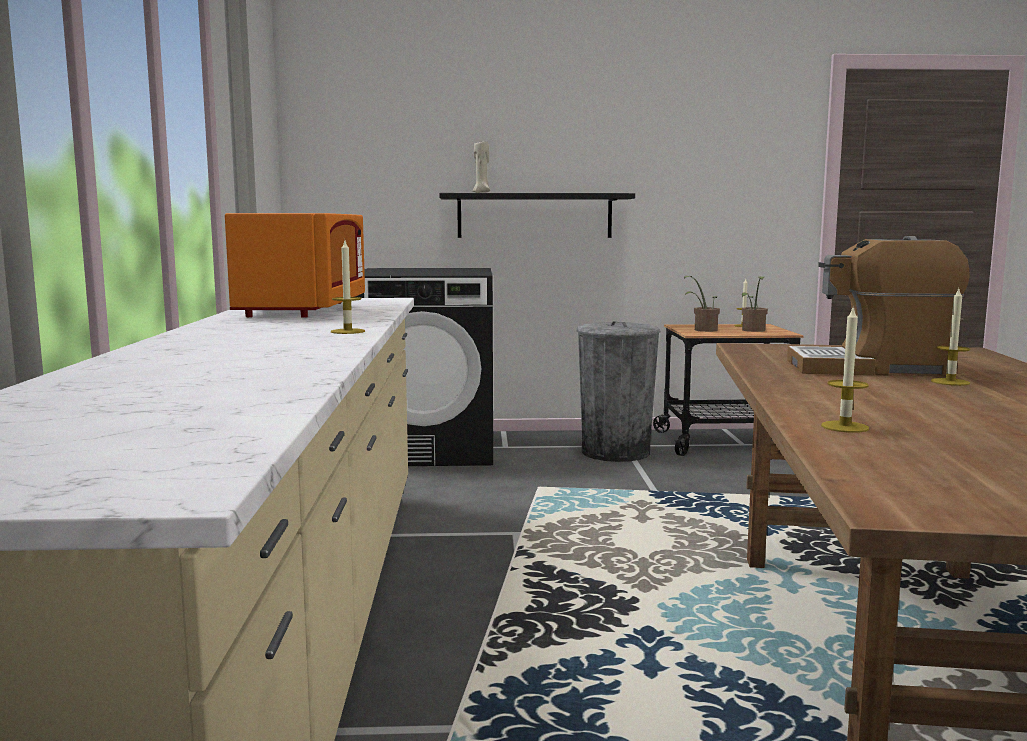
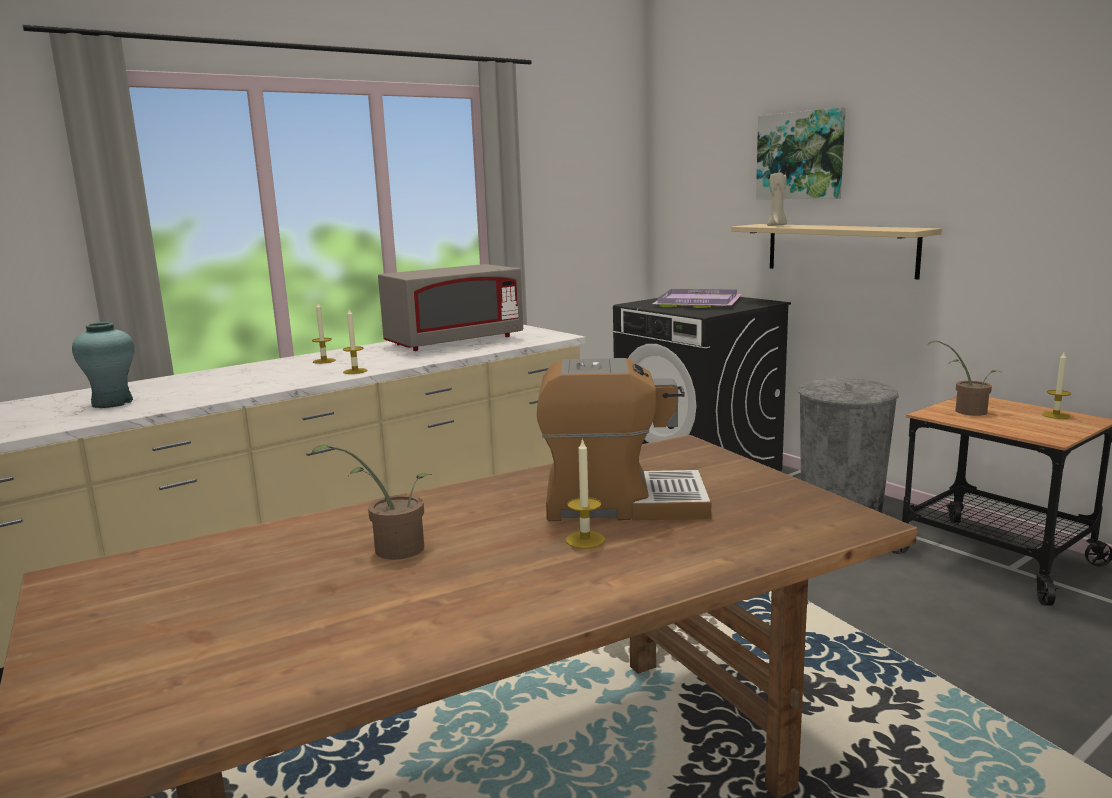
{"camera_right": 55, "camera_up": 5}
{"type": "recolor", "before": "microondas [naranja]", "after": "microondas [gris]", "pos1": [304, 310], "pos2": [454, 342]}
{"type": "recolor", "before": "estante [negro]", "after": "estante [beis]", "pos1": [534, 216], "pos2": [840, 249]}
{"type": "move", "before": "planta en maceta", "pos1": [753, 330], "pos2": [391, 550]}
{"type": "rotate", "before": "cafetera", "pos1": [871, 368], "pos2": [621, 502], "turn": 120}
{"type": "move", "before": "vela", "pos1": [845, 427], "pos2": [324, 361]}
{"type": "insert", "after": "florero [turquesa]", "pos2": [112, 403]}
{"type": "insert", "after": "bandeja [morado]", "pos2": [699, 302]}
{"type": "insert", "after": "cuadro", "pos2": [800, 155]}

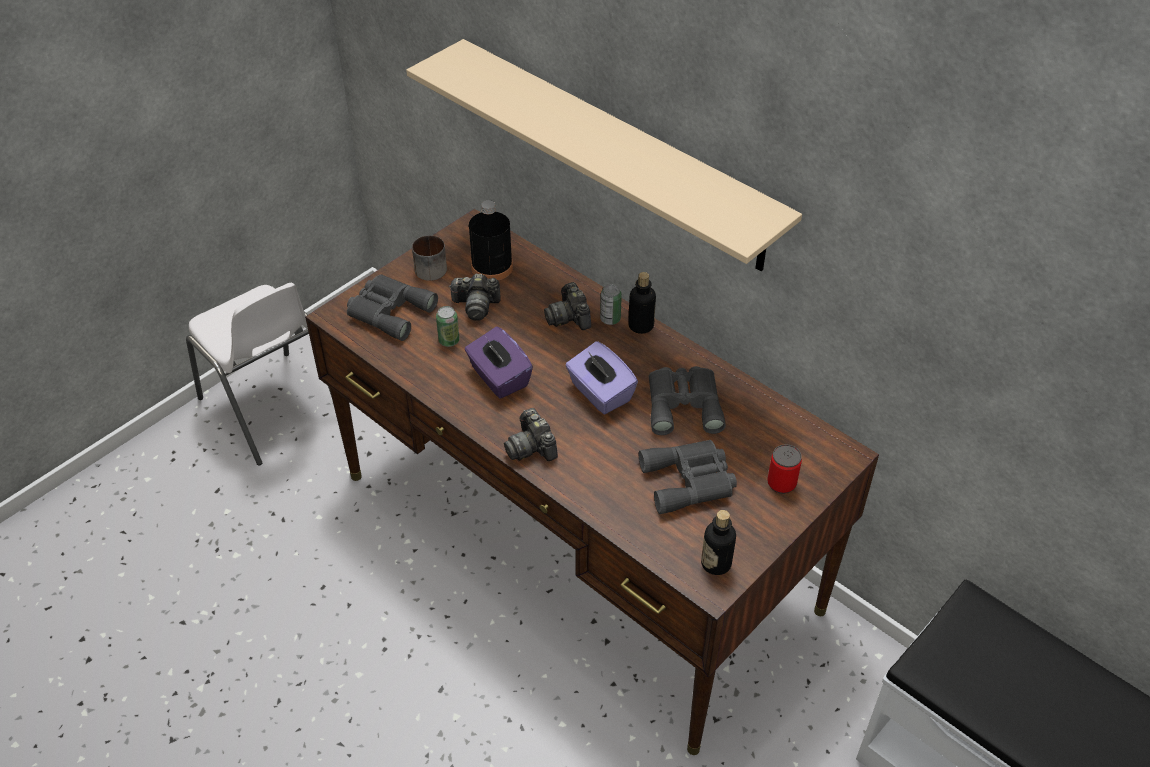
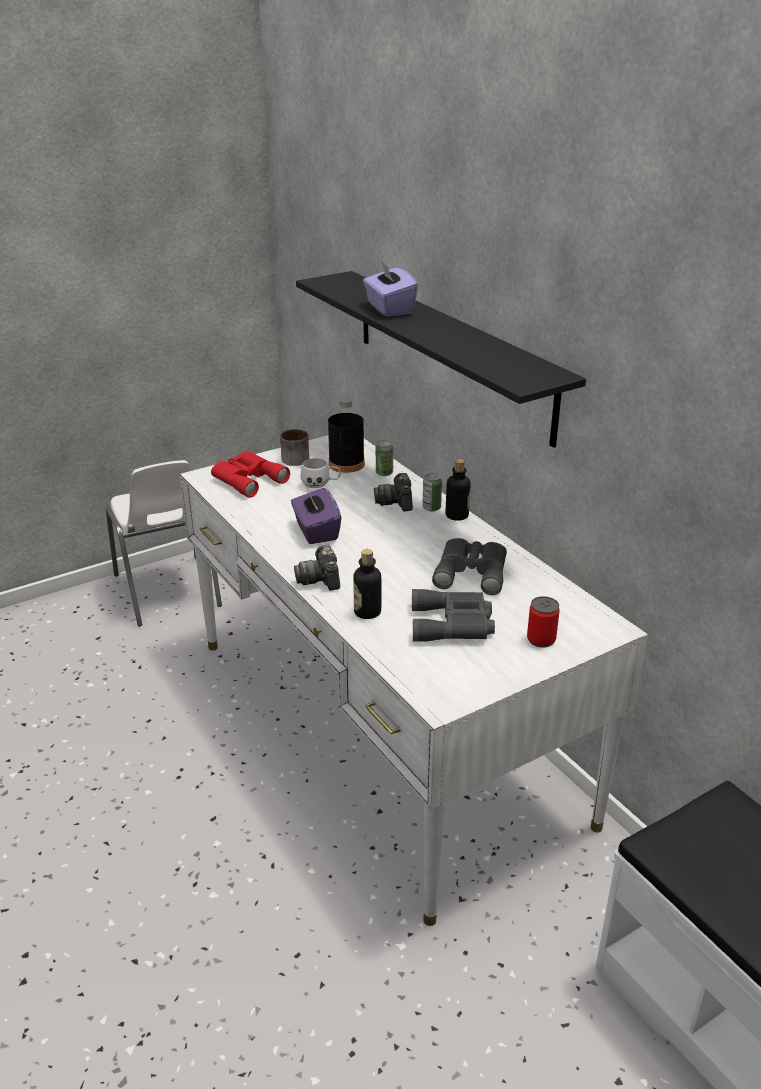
{"camera_right": 15, "camera_up": -15}
{"type": "recolor", "before": "escritorio [marrón]", "after": "escritorio [blanco]", "pos1": [577, 540], "pos2": [382, 727]}
{"type": "recolor", "before": "prismáticos [gris]", "after": "prismáticos [rojo]", "pos1": [388, 311], "pos2": [247, 479]}
{"type": "recolor", "before": "estante [beis]", "after": "estante [negro]", "pos1": [617, 154], "pos2": [450, 353]}
{"type": "move", "before": "lata", "pos1": [449, 341], "pos2": [384, 473]}
{"type": "replace", "before": "cámara", "after": "taza grande [blanco]", "pos1": [476, 306], "pos2": [321, 485]}
{"type": "move", "before": "caja de pañuelos [morado]", "pos1": [600, 393], "pos2": [389, 309]}
{"type": "move", "before": "botella", "pos1": [716, 563], "pos2": [367, 612]}

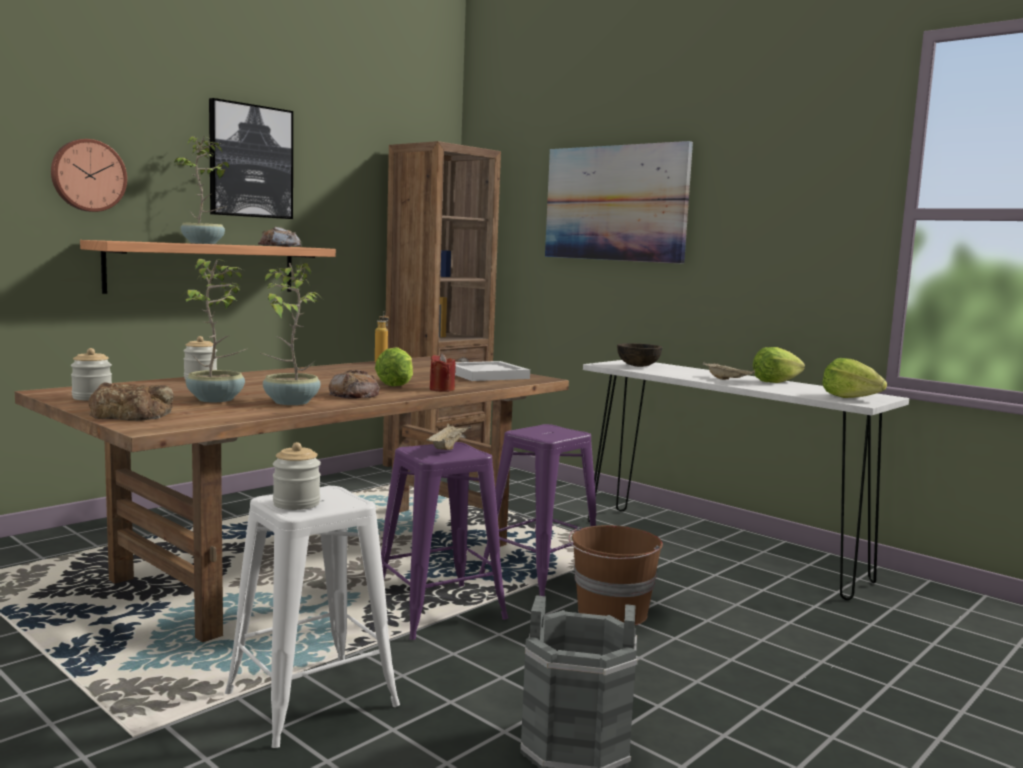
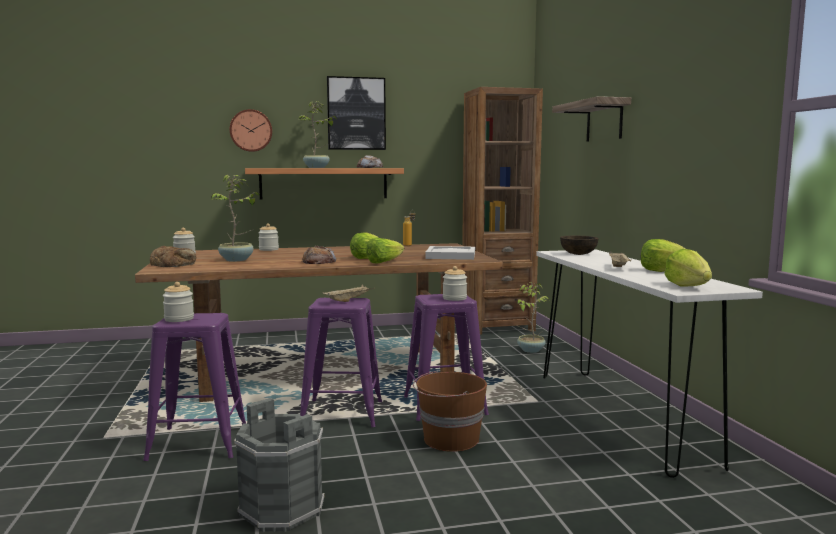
{"camera_right": 35, "camera_up": 0}
{"type": "recolor", "before": "taburete [blanco]", "after": "taburete [morado]", "pos1": [311, 700], "pos2": [198, 443]}
{"type": "move", "before": "planta en maceta", "pos1": [290, 402], "pos2": [530, 350]}
{"type": "replace", "before": "vela [rojo]", "after": "lechuga", "pos1": [442, 389], "pos2": [384, 262]}
{"type": "replace", "before": "cuadro", "after": "estante", "pos1": [615, 203], "pos2": [604, 121]}
{"type": "insert", "after": "tarro", "pos2": [454, 298]}

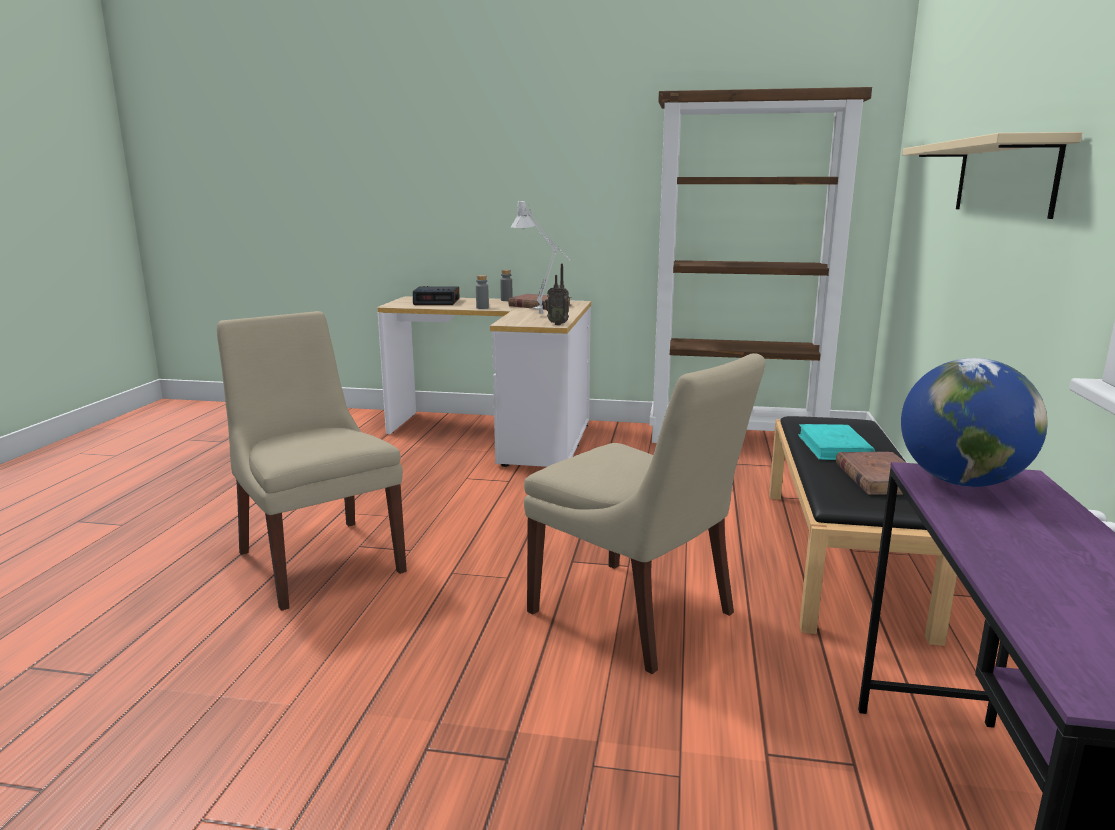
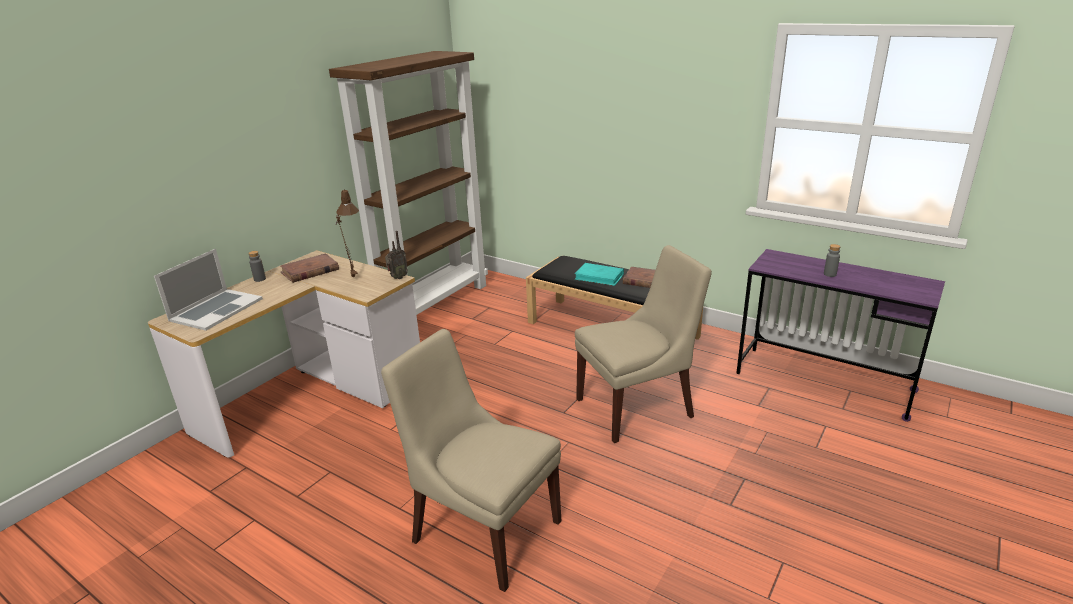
{"camera_right": -65, "camera_up": 10}
{"type": "rotate", "before": "silla [beis]", "pos1": [318, 559], "pos2": [483, 529], "turn": 45}
{"type": "replace", "before": "despertador", "after": "portátil", "pos1": [437, 302], "pos2": [216, 309]}
{"type": "move", "before": "botella [gris]", "pos1": [482, 308], "pos2": [830, 274]}
{"type": "recolor", "before": "lámpara de mesa [gris]", "after": "lámpara de mesa [marrón]", "pos1": [544, 314], "pos2": [352, 276]}
{"type": "delete", "before": "globo terráqueo", "pos1": [961, 482]}
{"type": "delete", "before": "estante [beis]", "pos1": [1003, 177]}

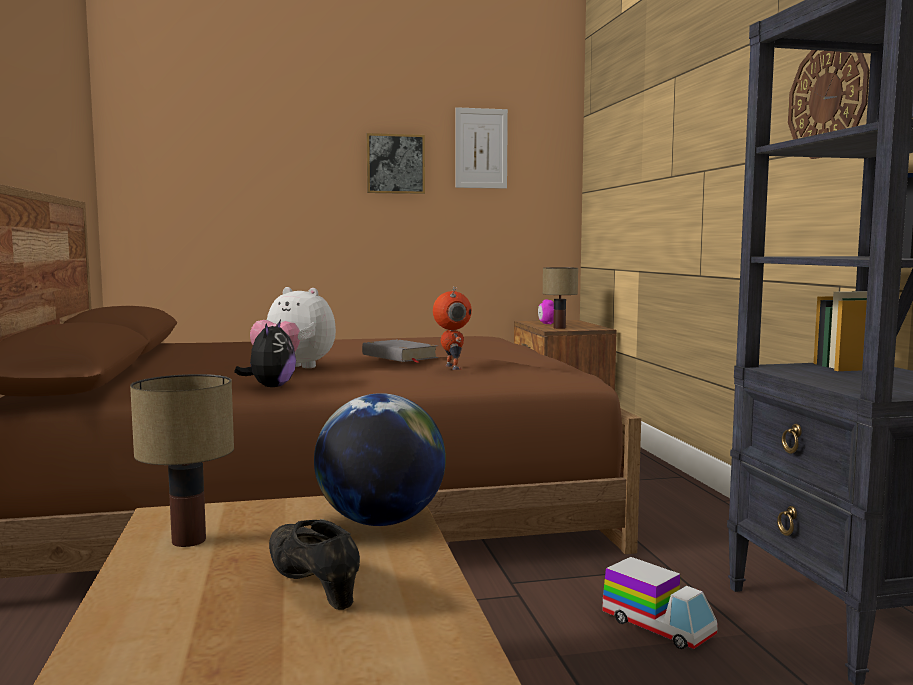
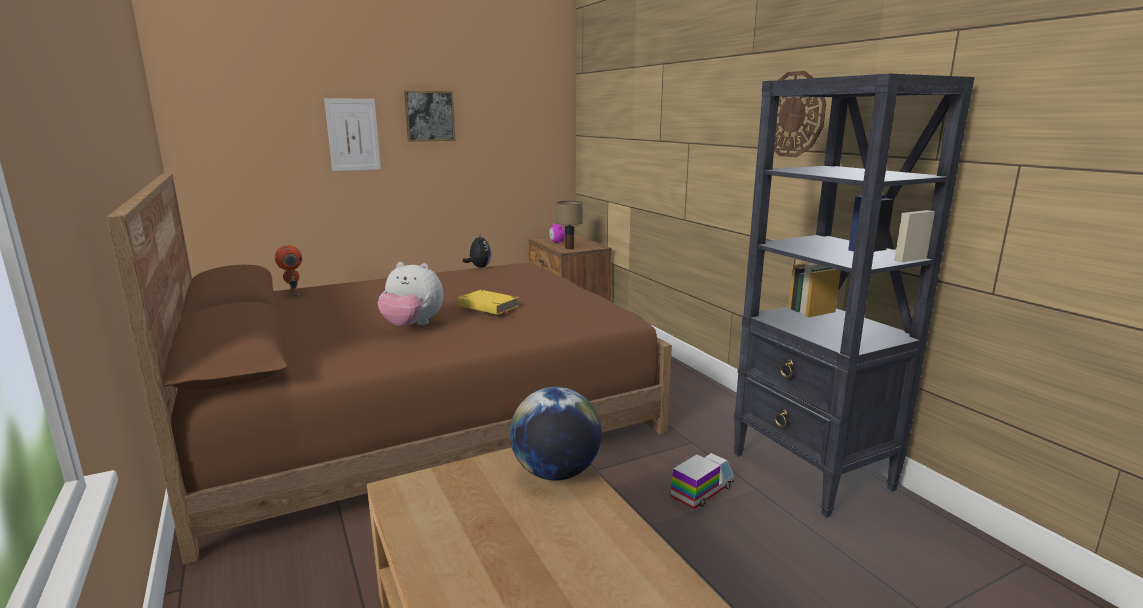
{"camera_right": -15, "camera_up": 10}
{"type": "delete", "before": "lámpara de mesa", "pos1": [189, 541]}
{"type": "move", "before": "peluche", "pos1": [270, 387], "pos2": [479, 267]}
{"type": "delete", "before": "zapato [negro]", "pos1": [313, 586]}
{"type": "recolor", "before": "libro [gris]", "after": "libro [amarillo]", "pos1": [399, 356], "pos2": [488, 306]}
{"type": "move", "before": "robot de juguete", "pos1": [451, 367], "pos2": [293, 293]}
{"type": "move", "before": "cuadro", "pos1": [481, 148], "pos2": [353, 135]}
{"type": "rotate", "before": "camión de juguete", "pos1": [657, 626], "pos2": [702, 492], "turn": -75}

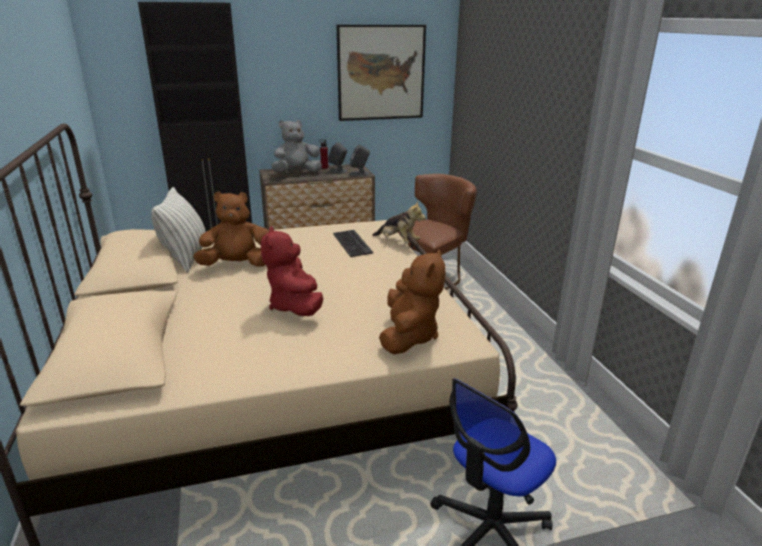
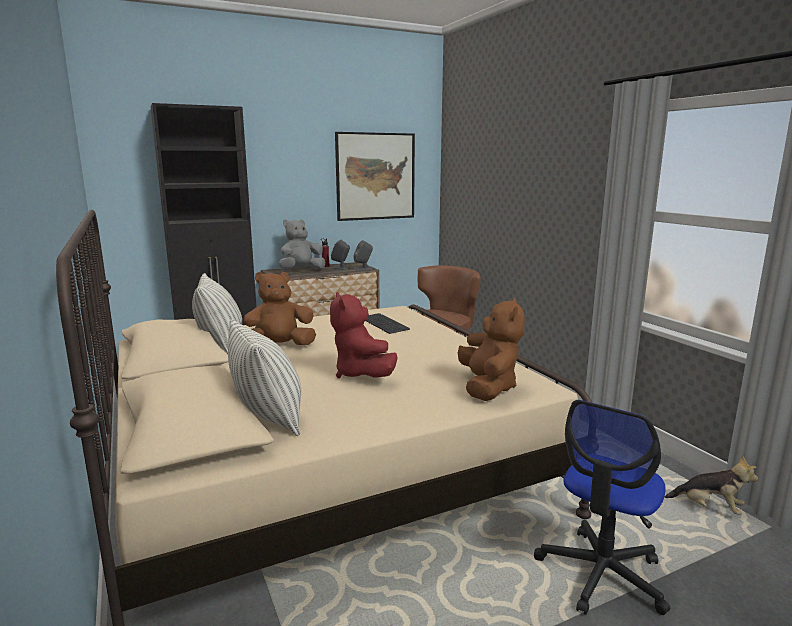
{"camera_right": -10, "camera_up": -10}
{"type": "move", "before": "peluche", "pos1": [398, 242], "pos2": [709, 508]}
{"type": "insert", "after": "cojín", "pos2": [268, 418]}

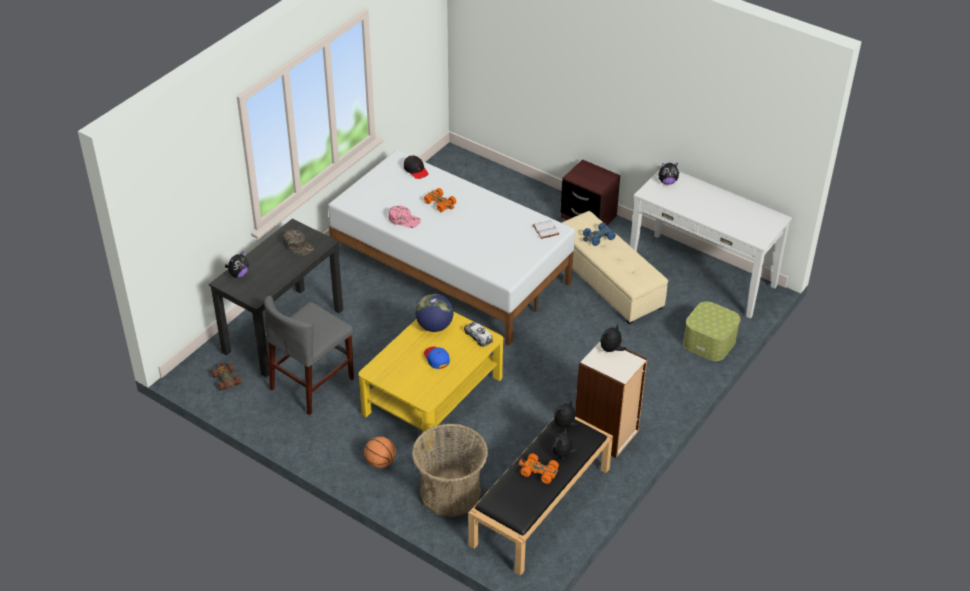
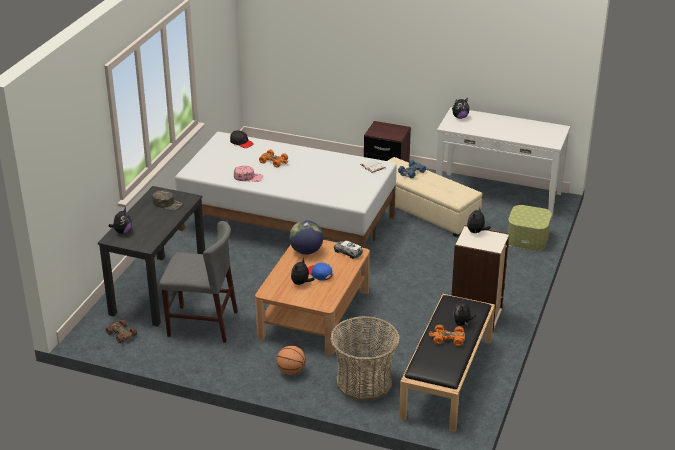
{"camera_right": -15, "camera_up": -10}
{"type": "rotate", "before": "silla [gris]", "pos1": [312, 383], "pos2": [202, 324], "turn": -105}
{"type": "recolor", "before": "mesa de centro [amarillo]", "after": "mesa de centro [marrón]", "pos1": [433, 395], "pos2": [314, 314]}
{"type": "move", "before": "peluche", "pos1": [565, 425], "pos2": [301, 283]}

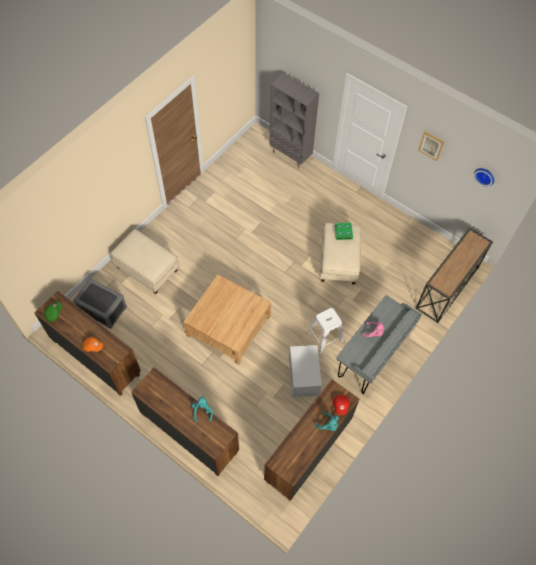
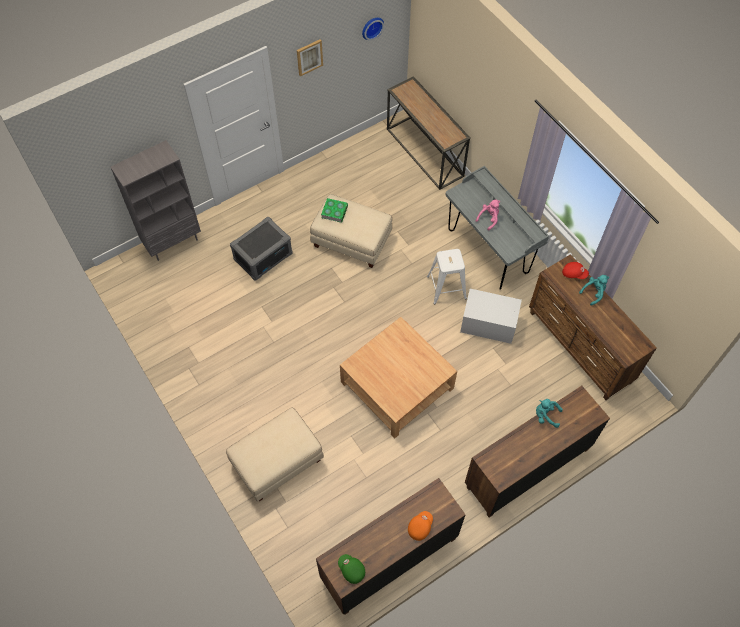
{"camera_right": -70, "camera_up": 0}
{"type": "move", "before": "caja de almacenaje [gris]", "pos1": [103, 309], "pos2": [263, 256]}

